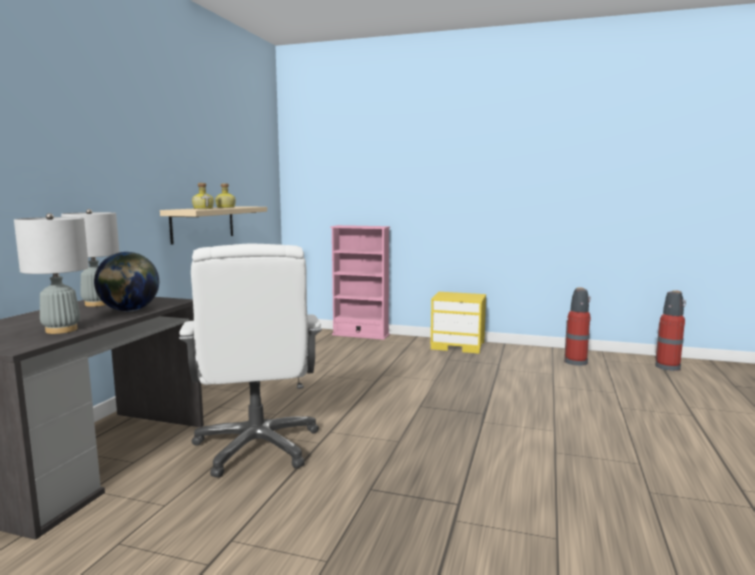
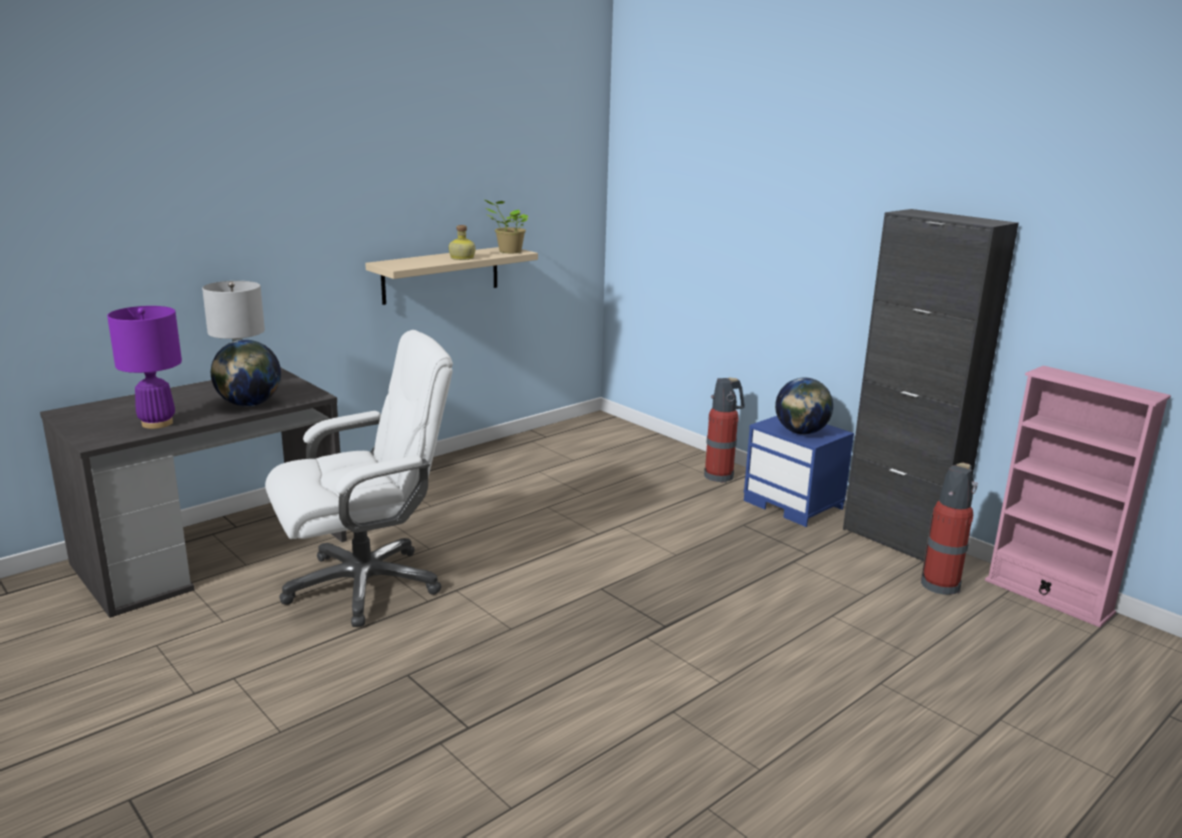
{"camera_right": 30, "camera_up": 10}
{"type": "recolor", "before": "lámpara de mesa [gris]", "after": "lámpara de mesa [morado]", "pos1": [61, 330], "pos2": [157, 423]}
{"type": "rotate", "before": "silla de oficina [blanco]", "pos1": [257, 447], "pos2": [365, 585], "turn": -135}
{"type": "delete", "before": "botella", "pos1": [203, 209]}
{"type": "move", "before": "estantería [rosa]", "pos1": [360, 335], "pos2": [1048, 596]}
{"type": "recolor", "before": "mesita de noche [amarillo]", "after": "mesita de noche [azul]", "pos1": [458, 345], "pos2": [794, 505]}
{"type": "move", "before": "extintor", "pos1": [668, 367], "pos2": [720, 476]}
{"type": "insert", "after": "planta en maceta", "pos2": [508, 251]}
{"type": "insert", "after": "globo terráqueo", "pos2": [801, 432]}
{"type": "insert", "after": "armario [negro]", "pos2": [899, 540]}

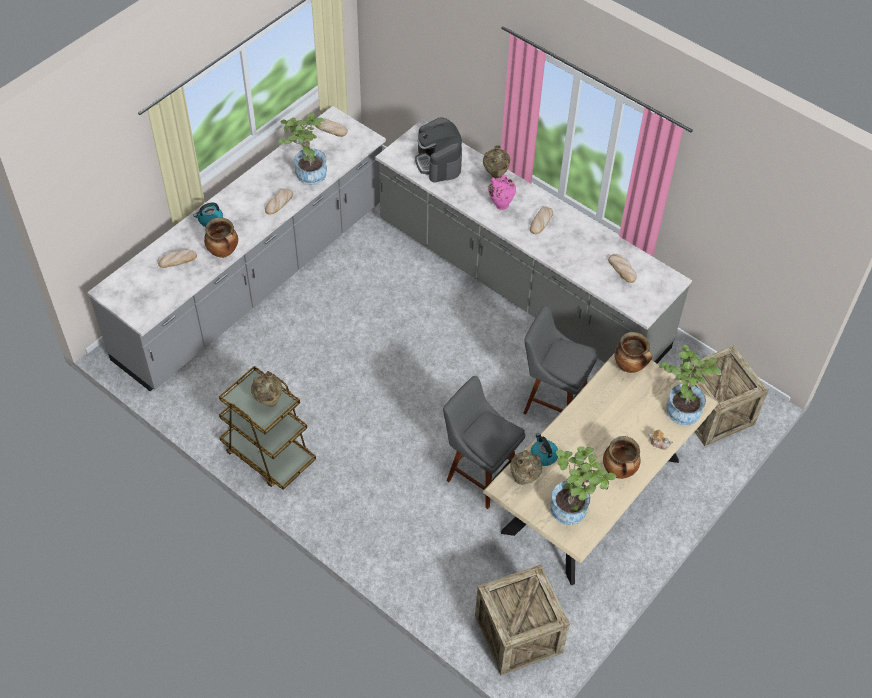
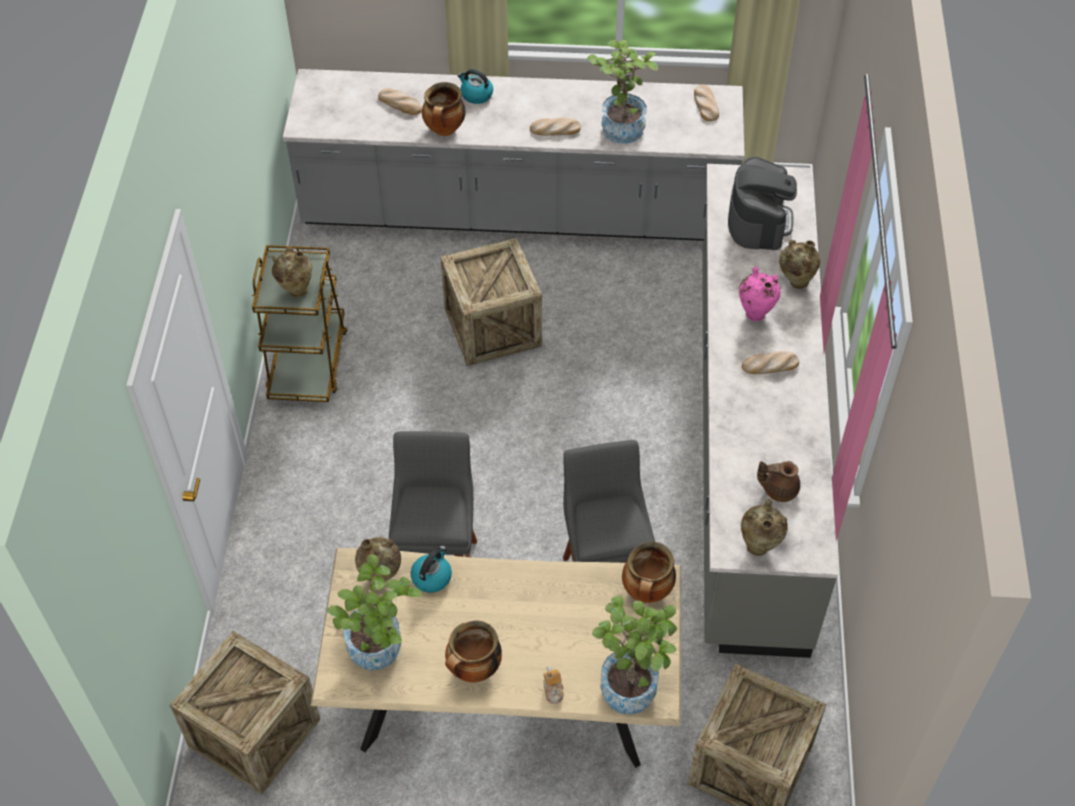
{"camera_right": 55, "camera_up": 0}
{"type": "rotate", "before": "cafetera", "pos1": [439, 162], "pos2": [759, 221], "turn": 150}
{"type": "replace", "before": "pan", "after": "tetera [marrón]", "pos1": [622, 269], "pos2": [778, 489]}
{"type": "insert", "after": "caja de embalaje", "pos2": [492, 327]}
{"type": "insert", "after": "florero [beis]", "pos2": [759, 545]}

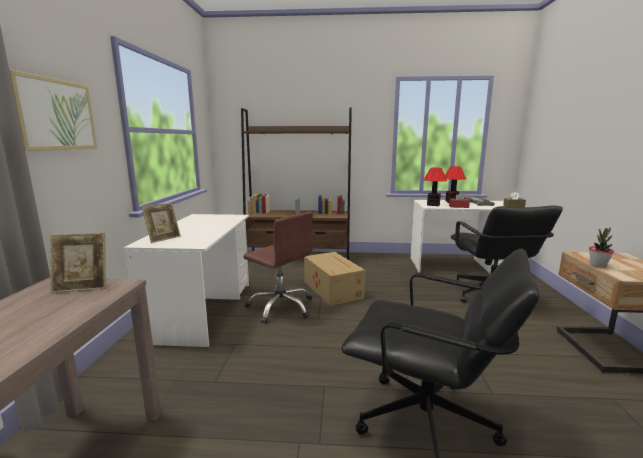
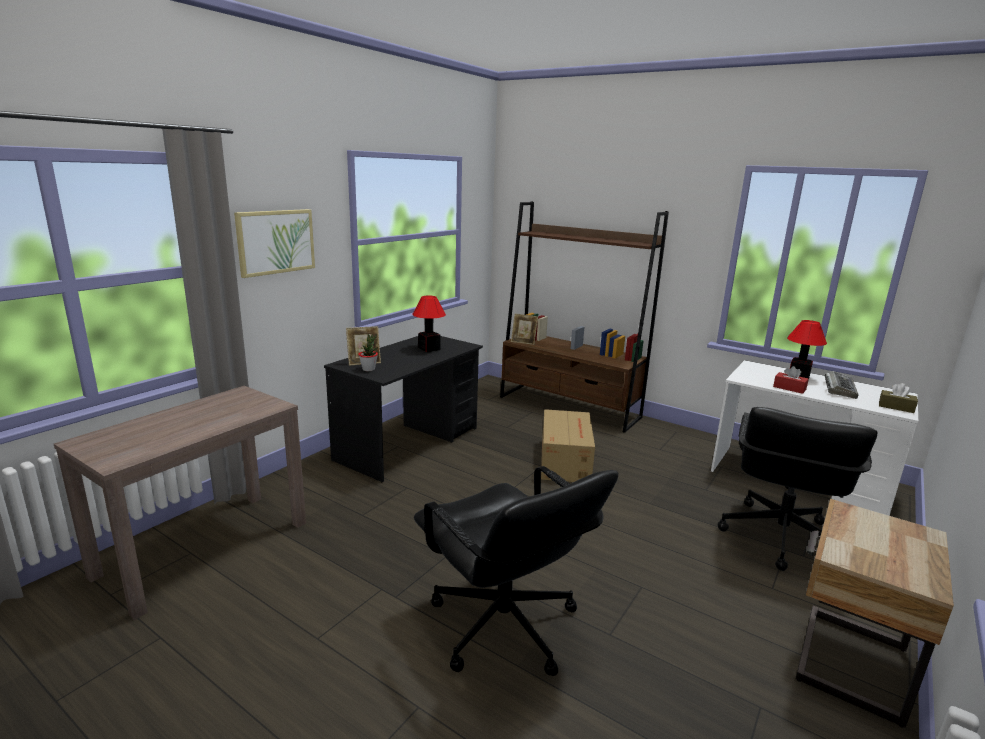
{"camera_right": 30, "camera_up": 5}
{"type": "move", "before": "portarretratos", "pos1": [83, 287], "pos2": [523, 342]}
{"type": "recolor", "before": "escritorio [blanco]", "after": "escritorio [negro]", "pos1": [203, 310], "pos2": [409, 444]}
{"type": "delete", "before": "silla de oficina [marrón]", "pos1": [281, 307]}
{"type": "move", "before": "lámpara de mesa", "pos1": [433, 205], "pos2": [429, 349]}
{"type": "move", "before": "planta en maceta", "pos1": [598, 265], "pos2": [368, 369]}

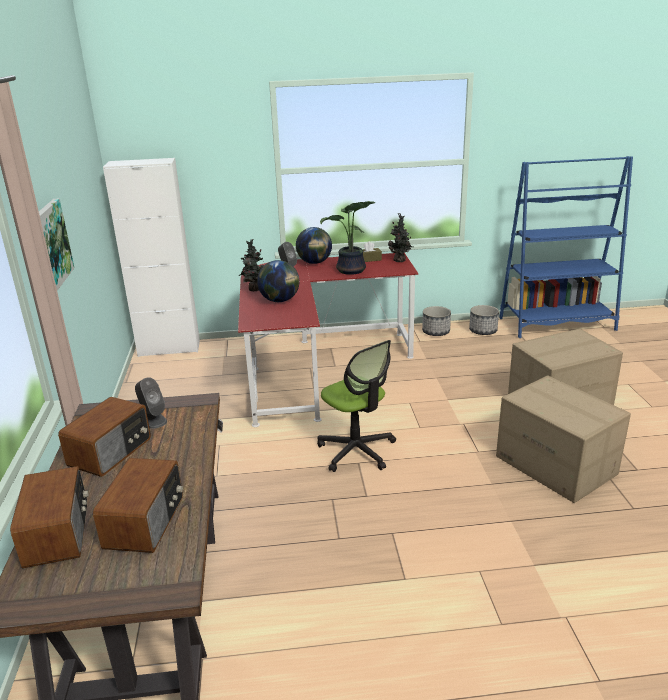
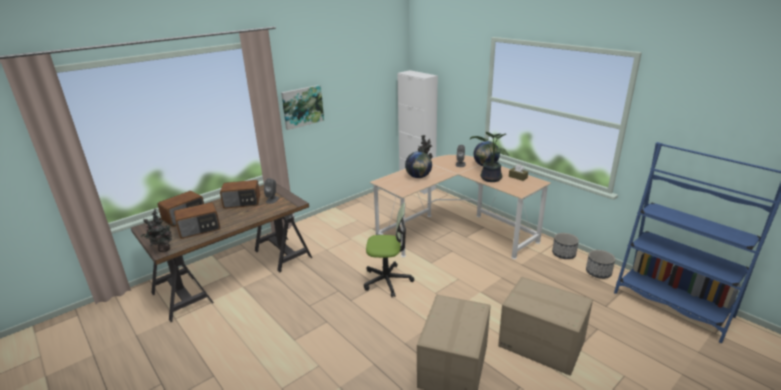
{"camera_right": 55, "camera_up": 0}
{"type": "recolor", "before": "escritorio [rojo]", "after": "escritorio [beis]", "pos1": [315, 367], "pos2": [455, 232]}
{"type": "rotate", "before": "silla de oficina", "pos1": [357, 451], "pos2": [387, 280], "turn": -105}
{"type": "move", "before": "planta en maceta", "pos1": [400, 261], "pos2": [163, 250]}

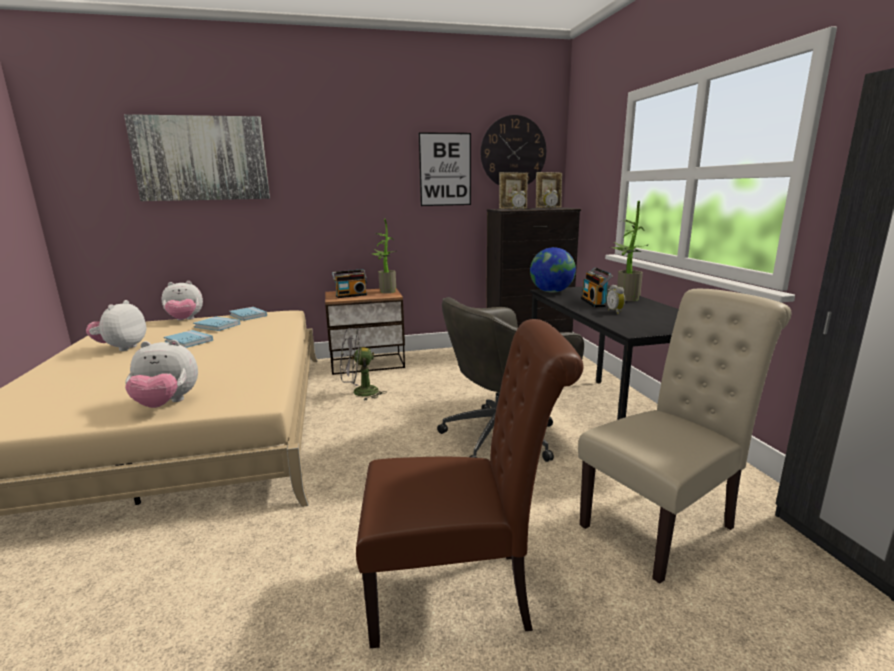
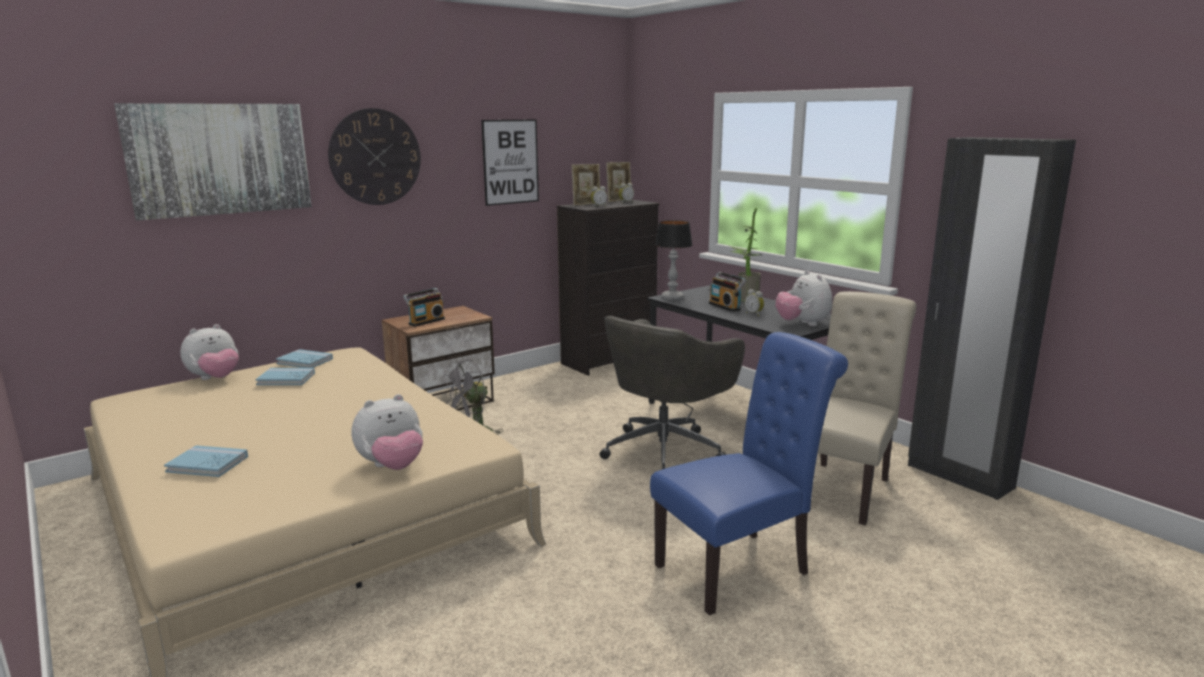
{"camera_right": -25, "camera_up": 0}
{"type": "move", "before": "peluche", "pos1": [122, 348], "pos2": [802, 324]}
{"type": "move", "before": "libro [azul]", "pos1": [189, 341], "pos2": [207, 464]}
{"type": "recolor", "before": "silla [marrón]", "after": "silla [azul]", "pos1": [460, 593], "pos2": [740, 567]}
{"type": "delete", "before": "planta en maceta", "pos1": [385, 291]}
{"type": "move", "before": "reloj de pared", "pos1": [513, 152], "pos2": [375, 157]}
{"type": "replace", "before": "globo terráqueo", "after": "lámpara de mesa", "pos1": [551, 292], "pos2": [671, 298]}

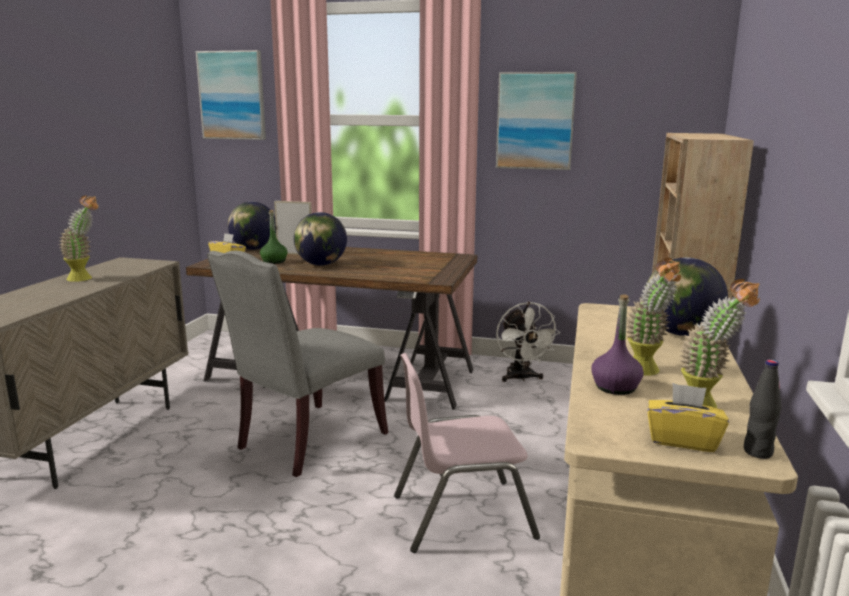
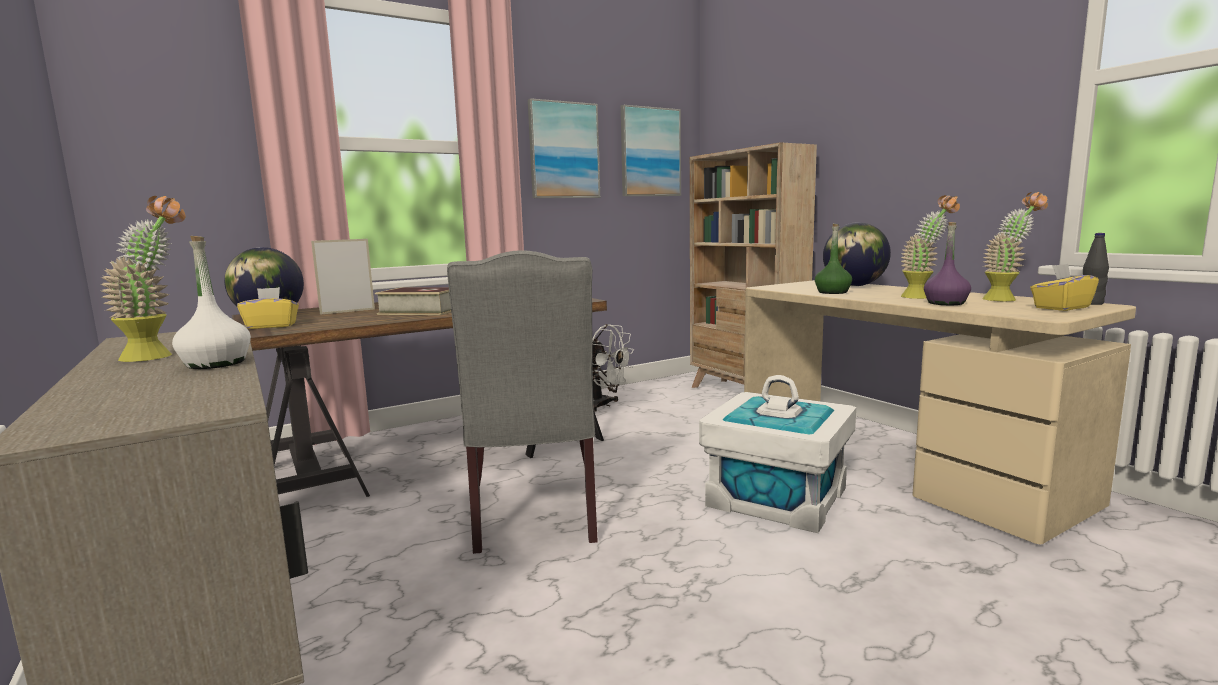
{"camera_right": -45, "camera_up": -5}
{"type": "move", "before": "cuadro", "pos1": [232, 95], "pos2": [650, 152]}
{"type": "move", "before": "botella [verde]", "pos1": [274, 262], "pos2": [832, 292]}
{"type": "replace", "before": "globo terráqueo", "after": "libro", "pos1": [321, 264], "pos2": [420, 311]}
{"type": "replace", "before": "silla [rosa]", "after": "caja de almacenaje [blanco]", "pos1": [461, 515], "pos2": [776, 497]}
{"type": "insert", "after": "botella [blanco]", "pos2": [216, 363]}

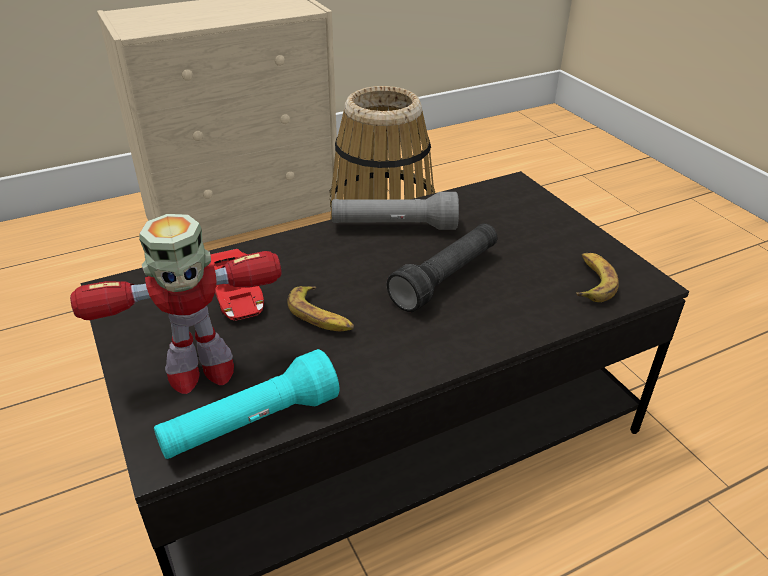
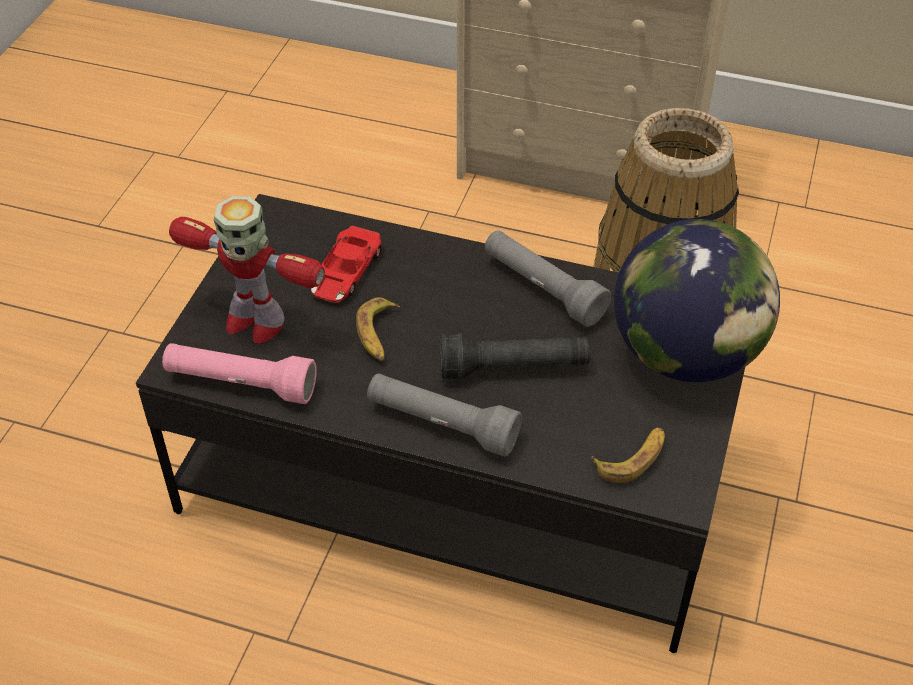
{"camera_right": 45, "camera_up": 10}
{"type": "recolor", "before": "linterna [turquesa]", "after": "linterna [rosa]", "pos1": [251, 424], "pos2": [241, 384]}
{"type": "insert", "after": "linterna [gris]", "pos2": [442, 424]}
{"type": "insert", "after": "globo terráqueo", "pos2": [686, 355]}

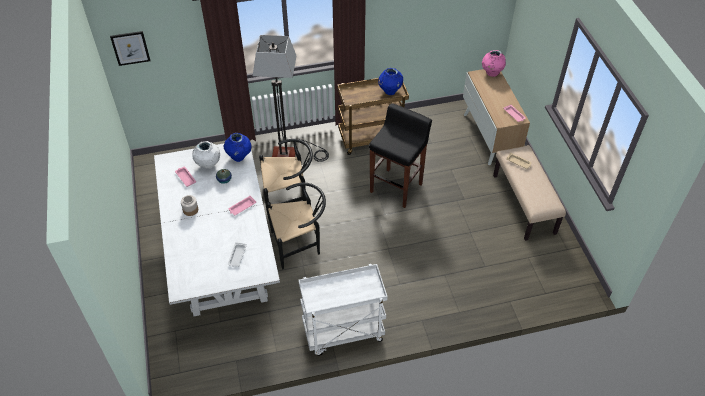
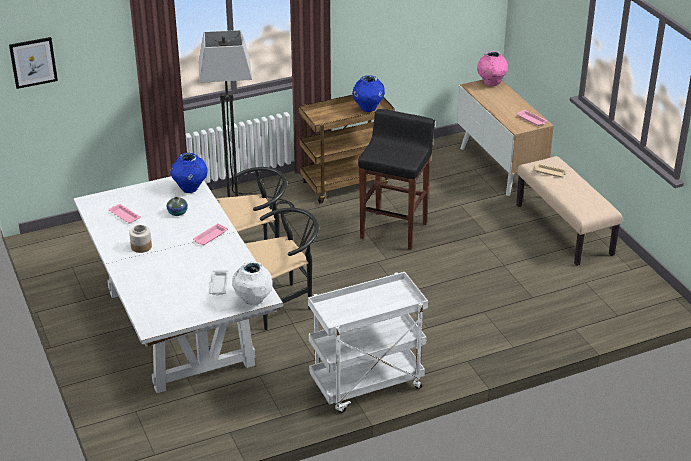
{"camera_right": -10, "camera_up": -15}
{"type": "move", "before": "florero [blanco]", "pos1": [208, 165], "pos2": [253, 300]}

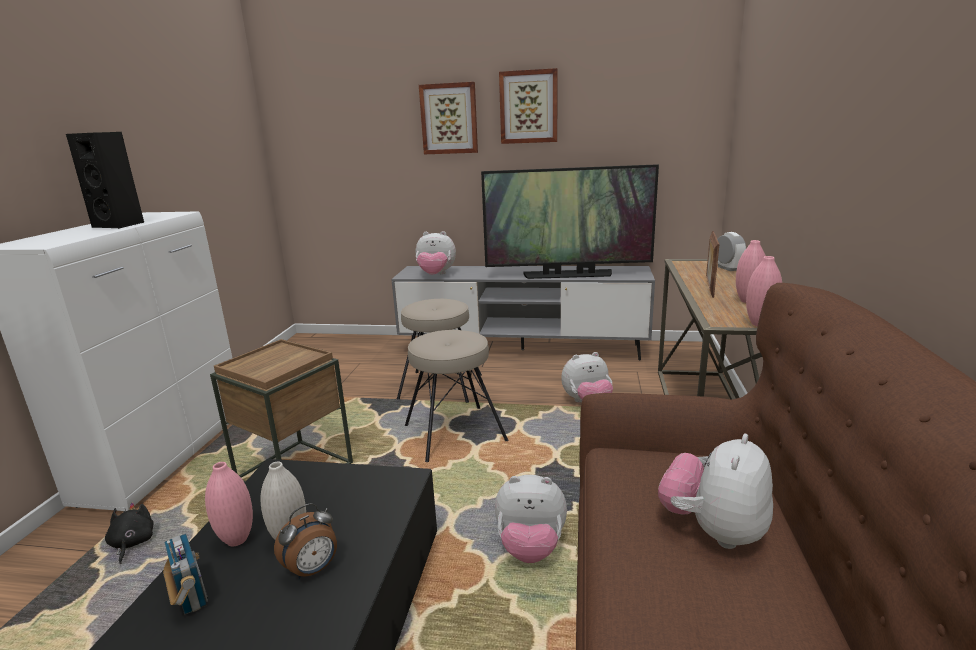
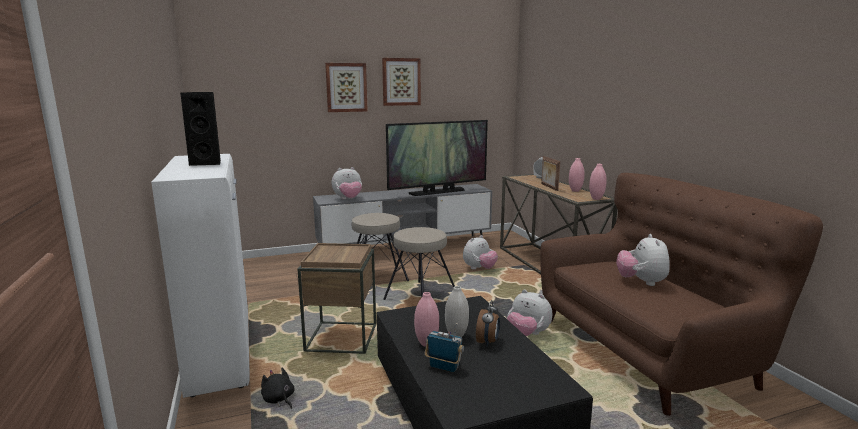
{"camera_right": -30, "camera_up": -5}
{"type": "rotate", "before": "peluche", "pos1": [530, 548], "pos2": [527, 334], "turn": 60}

